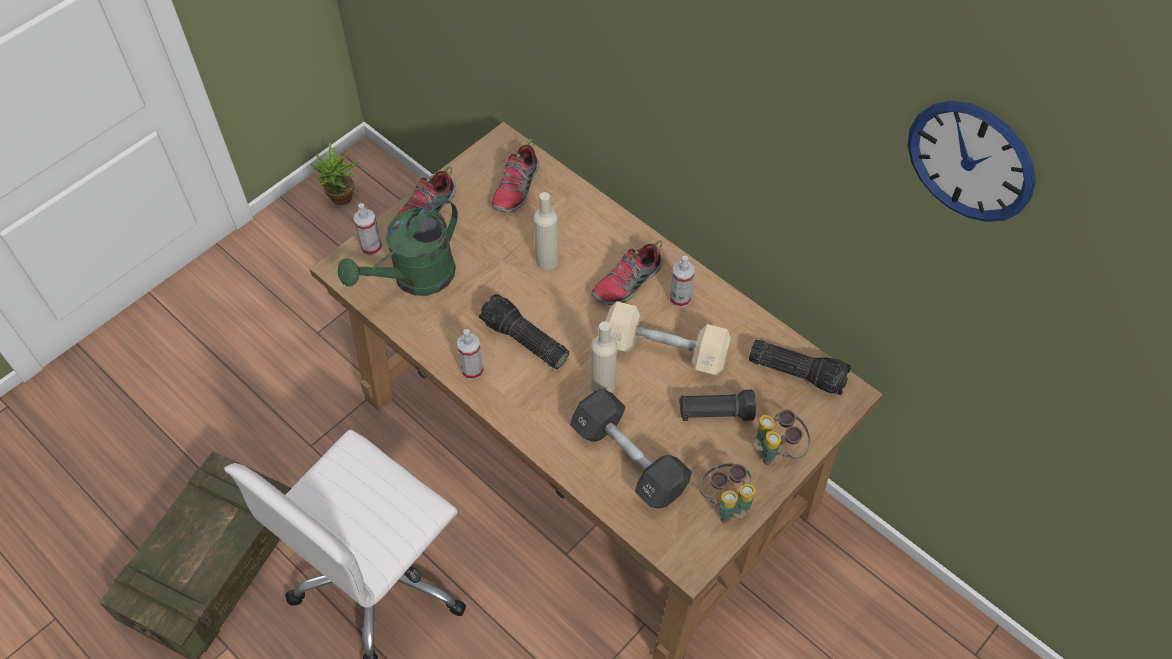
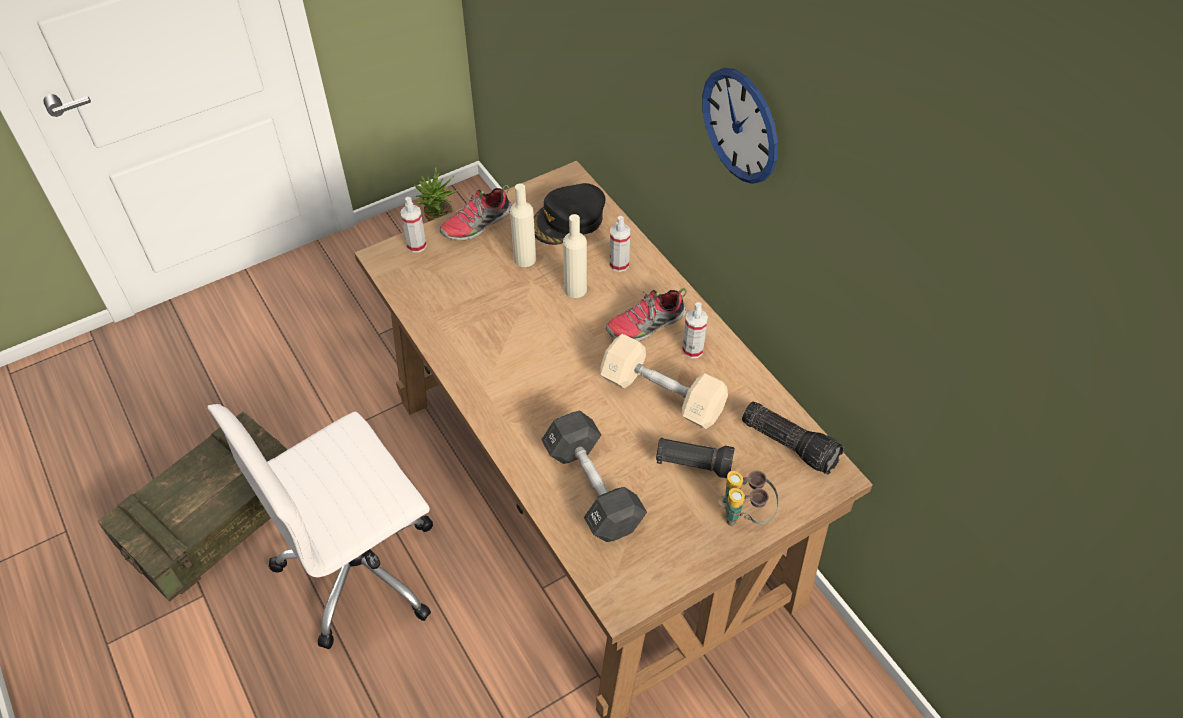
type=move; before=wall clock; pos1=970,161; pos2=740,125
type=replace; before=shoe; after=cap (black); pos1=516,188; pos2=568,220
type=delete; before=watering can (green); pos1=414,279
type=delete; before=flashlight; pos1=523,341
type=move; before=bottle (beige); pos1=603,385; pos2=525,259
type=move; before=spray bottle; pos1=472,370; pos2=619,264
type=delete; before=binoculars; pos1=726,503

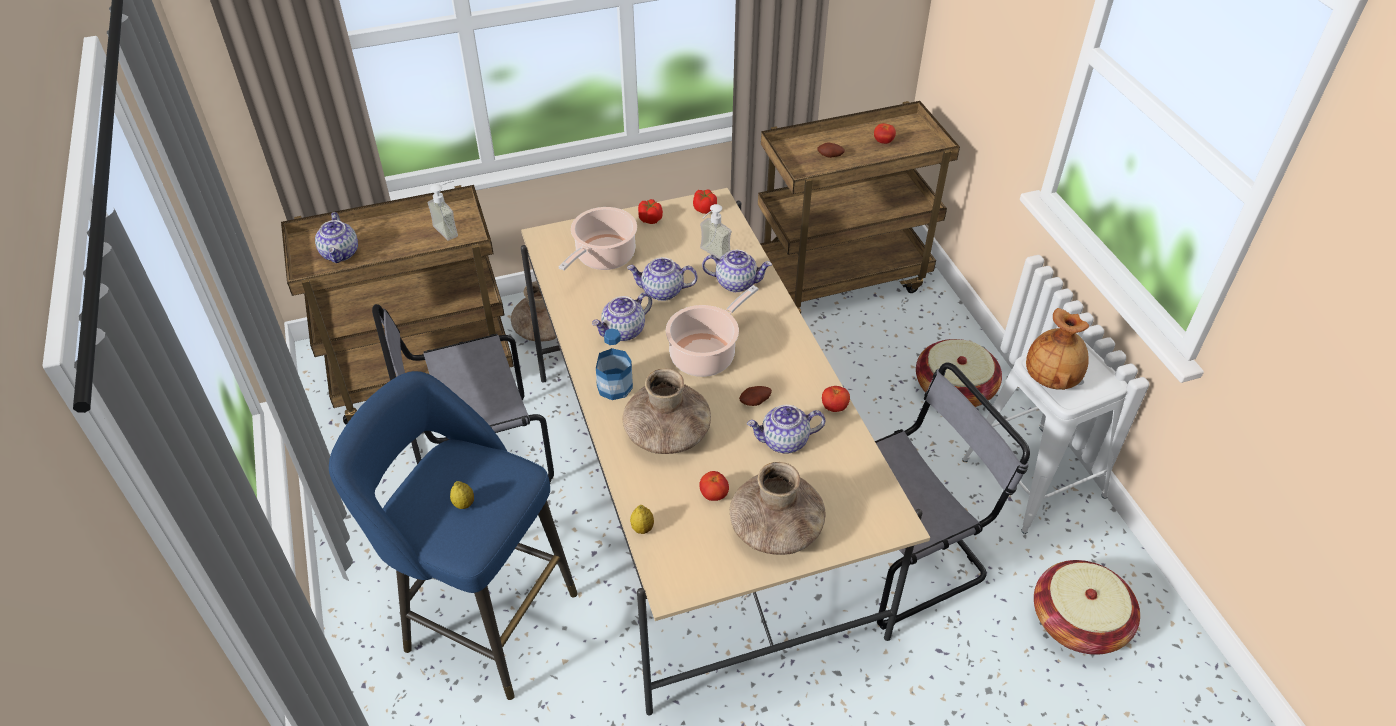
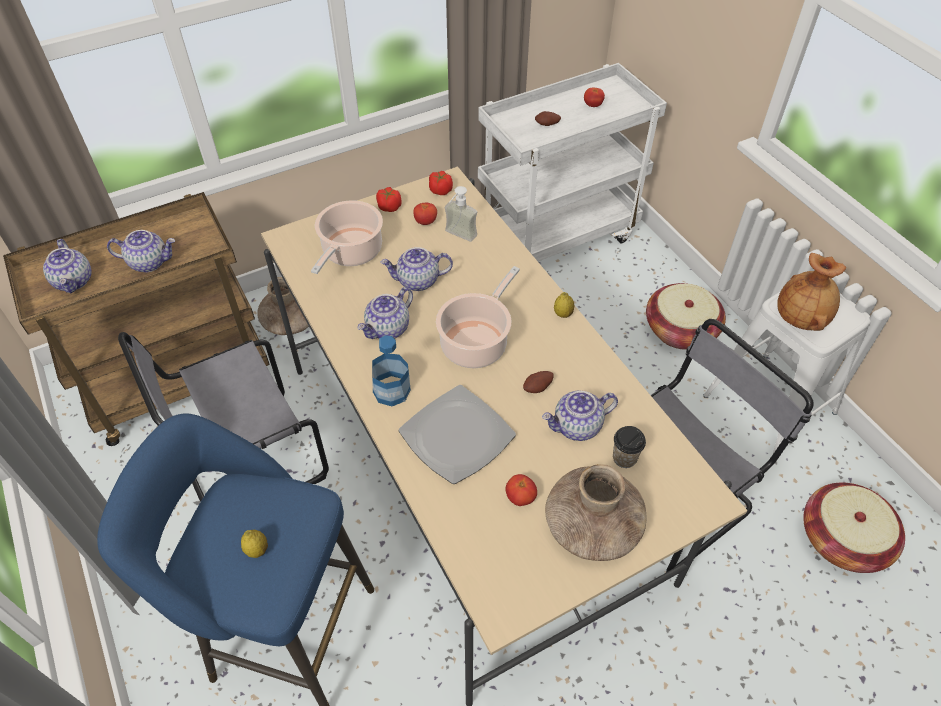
type=recolor; before=cart (brown); after=cart (white); pos1=841,279; pos2=557,237
type=delete; before=soap dispenser; pos1=451,228
type=move; before=teapot; pos1=736,282; pos2=149,262
type=replace; before=vase (brown); after=plate; pos1=667,433; pos2=457,435
type=move; before=tomato; pos1=834,407; pos2=425,222
type=move; before=lemon; pos1=642,528; pos2=563,314
type=insert; after=cup; pos2=624,458

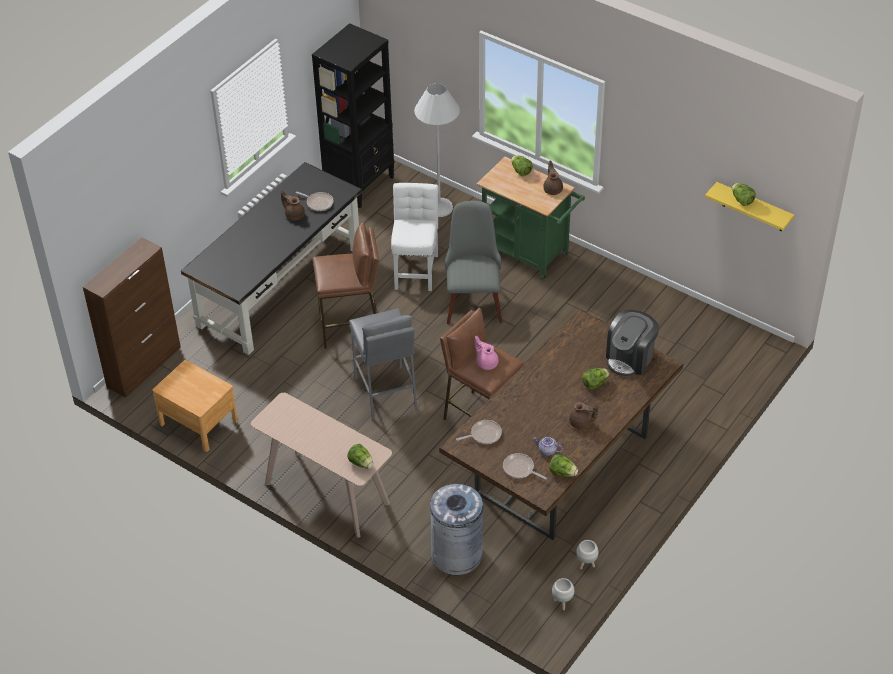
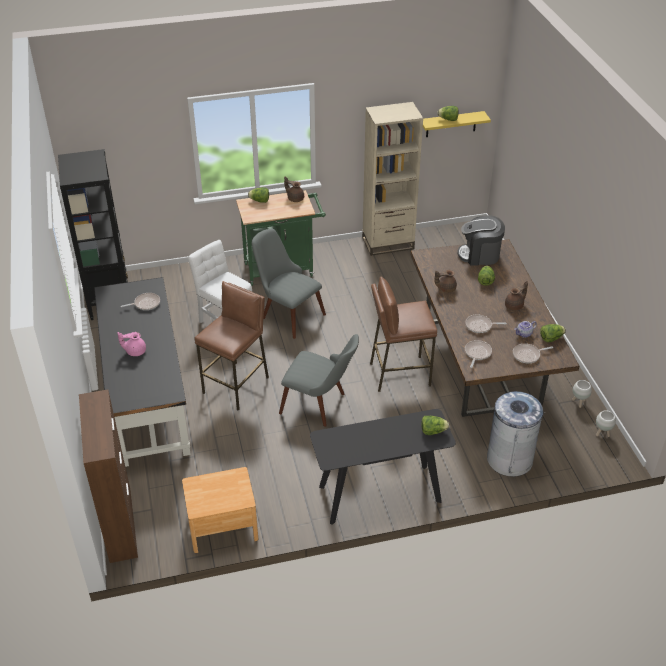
type=delete; before=floor lamp (white); pos1=439,207
type=move; before=teapot (brown); pos1=294,215; pos2=445,288
type=replace; before=stool (grey); after=chair (grey); pos1=386,393; pos2=320,405
type=rotate; before=coffee machine; pos1=630,358; pos2=479,255; turn=105
type=move; before=teapot (pink); pos1=486,362; pos2=135,351
type=recolor; before=console table (beige); after=console table (black); pos1=326,493; pos2=379,494
type=insert; after=bookcase (beige); pos2=388,243
type=insert; after=frying pan; pos2=480,326

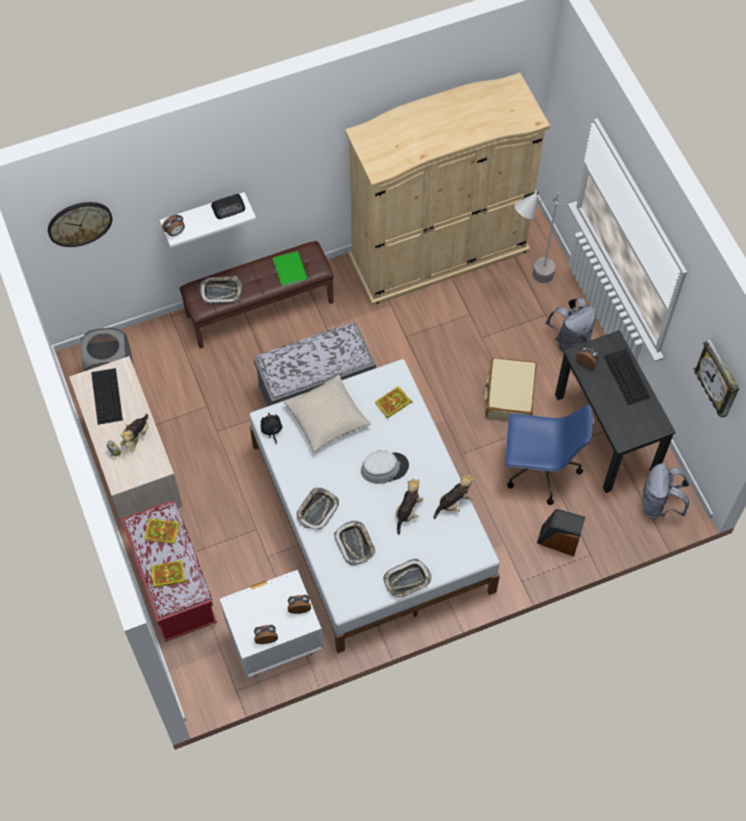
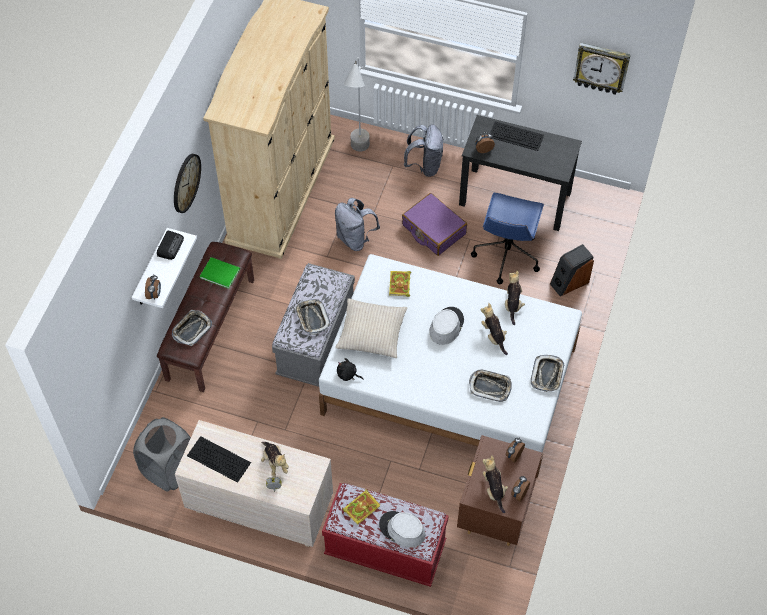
type=move; before=wall clock; pos1=79,223; pos2=186,183
type=recolor; before=suitcase (beige); after=suitcase (purple); pos1=509,394; pos2=433,230
type=rotate; before=office chair (blue); pos1=539,469; pos2=506,254; turn=150
type=move; before=backpack (grey); pos1=659,504; pos2=355,239
type=move; before=tray; pos1=317,510; pos2=312,318
type=replace; before=book; after=hat (grey); pos1=167,575; pos2=402,529
type=recolor; before=nightstand (white); after=nightstand (brown); pos1=275,644; pos2=495,513
type=insert; after=plush toy; pos2=494,489

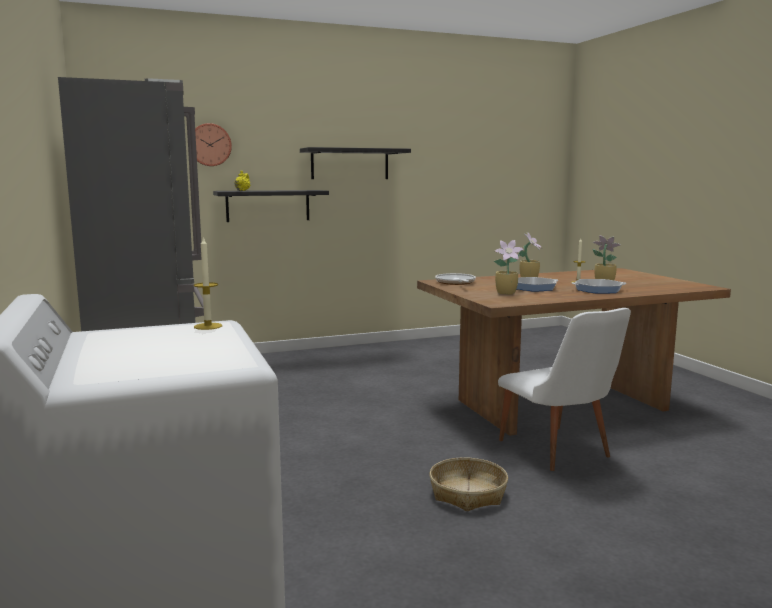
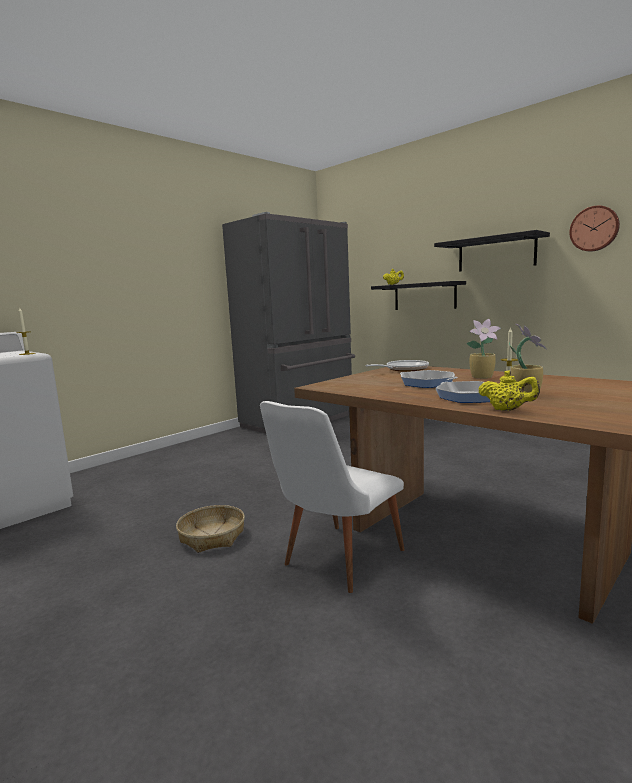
type=move; before=wall clock; pos1=209,145; pos2=594,229
type=delete; before=potted plant; pos1=507,293
type=insert; after=teapot (yellow); pos2=507,410

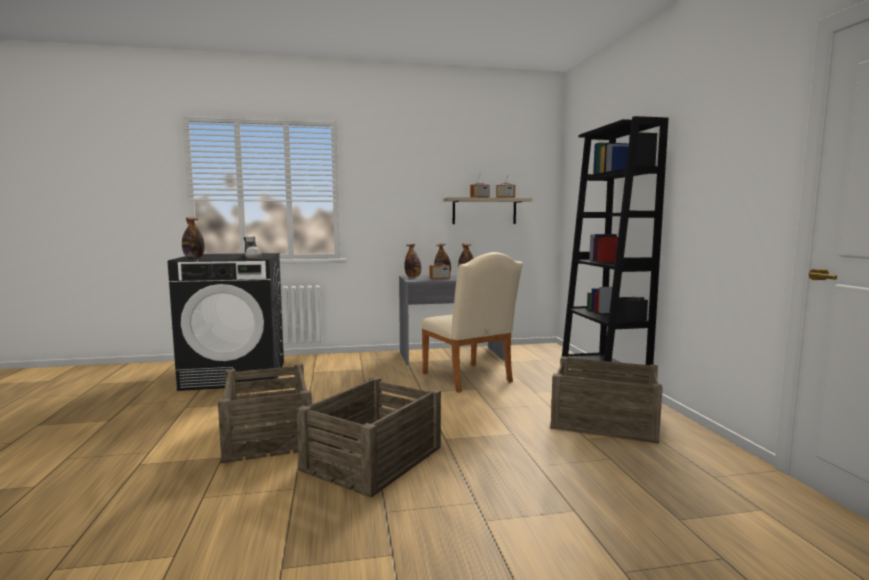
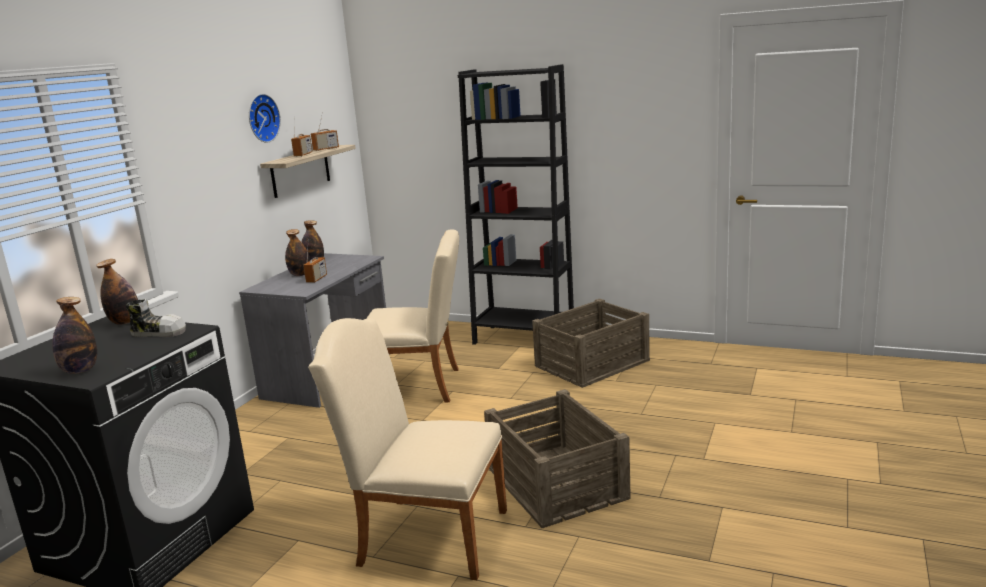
type=move; before=bottle; pos1=413,277; pos2=125,322
type=replace; before=crate; after=chair (beige); pos1=268,433; pos2=424,535
type=insert; after=wall clock; pos2=261,118

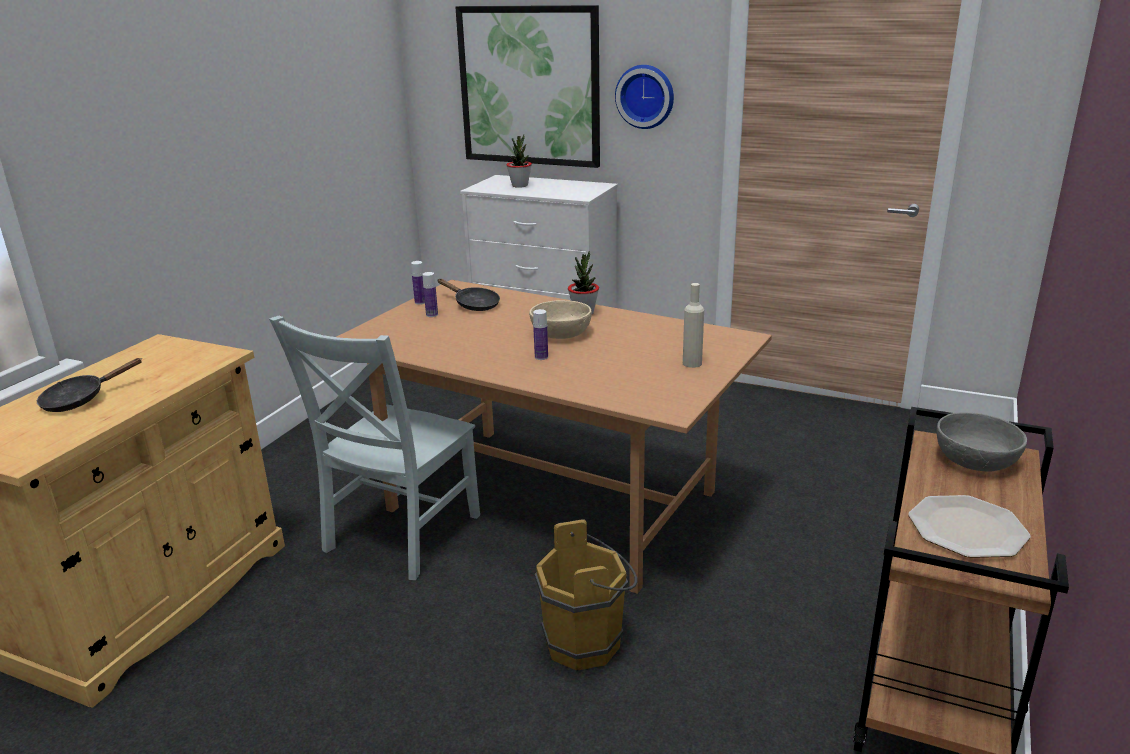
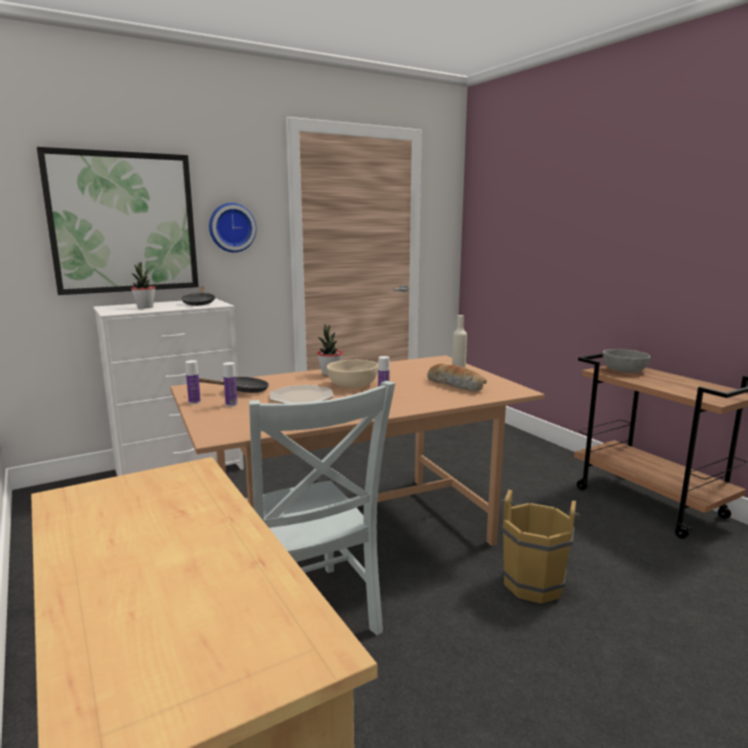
type=move; before=frying pan (black); pos1=80,399; pos2=199,303
type=move; before=plate; pos1=967,529; pos2=302,397
type=insert; after=bread; pos2=456,385

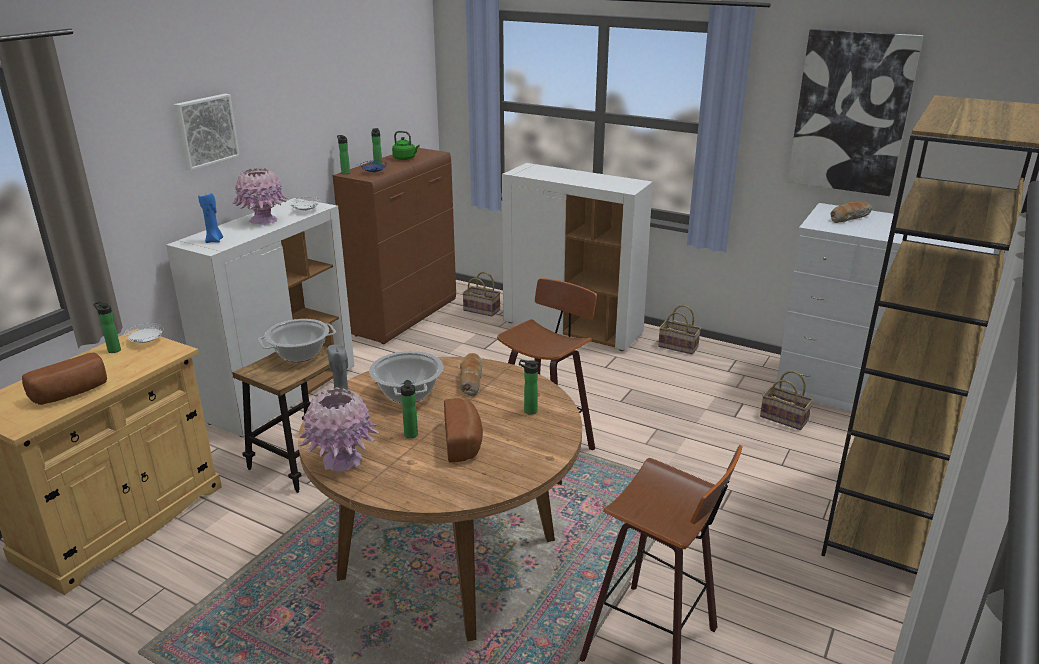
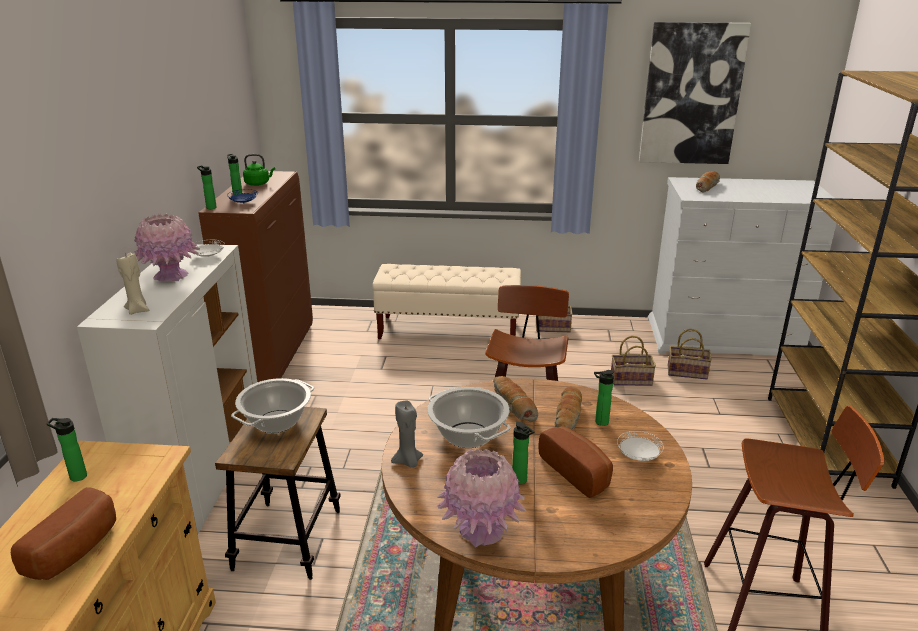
type=delete; before=picture; pos1=205,131
type=replace; before=cabinet (white); after=bench (beige); pos1=573,328; pos2=448,330
type=recolor; before=candle (blue); after=candle (beige); pos1=214,241; pos2=138,310
type=move; before=basket; pos1=482,310; pos2=632,379
type=move; before=plate (white); pos1=146,342; pos2=638,456
type=insert; after=bread; pos2=568,417

